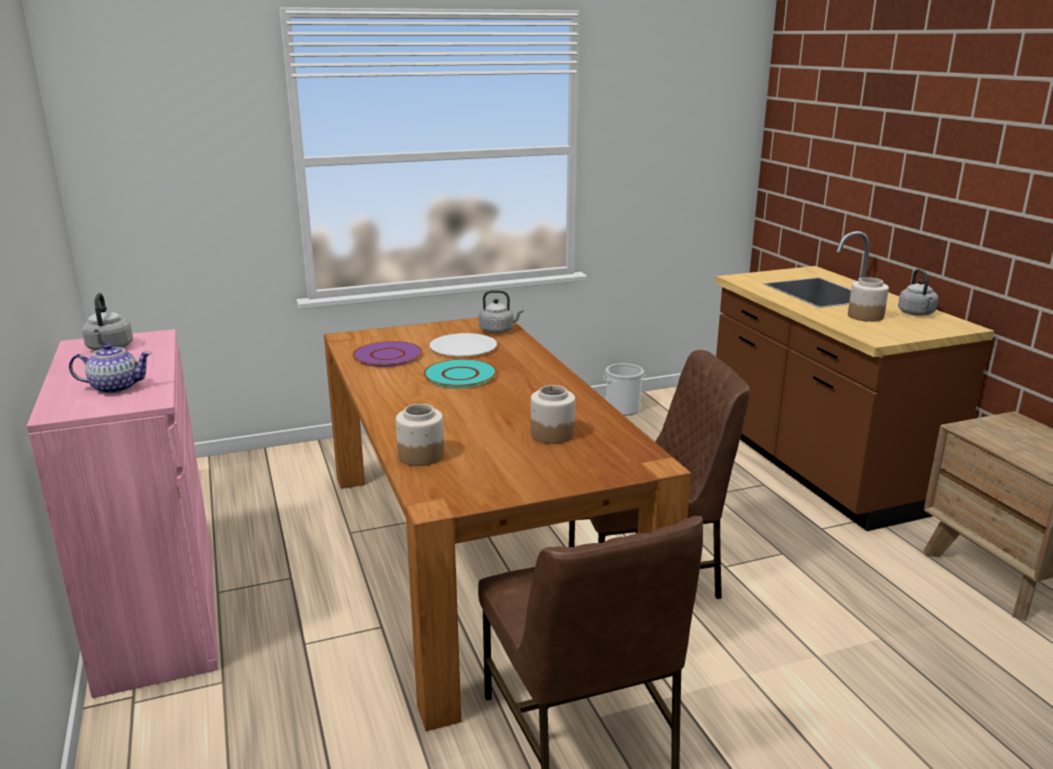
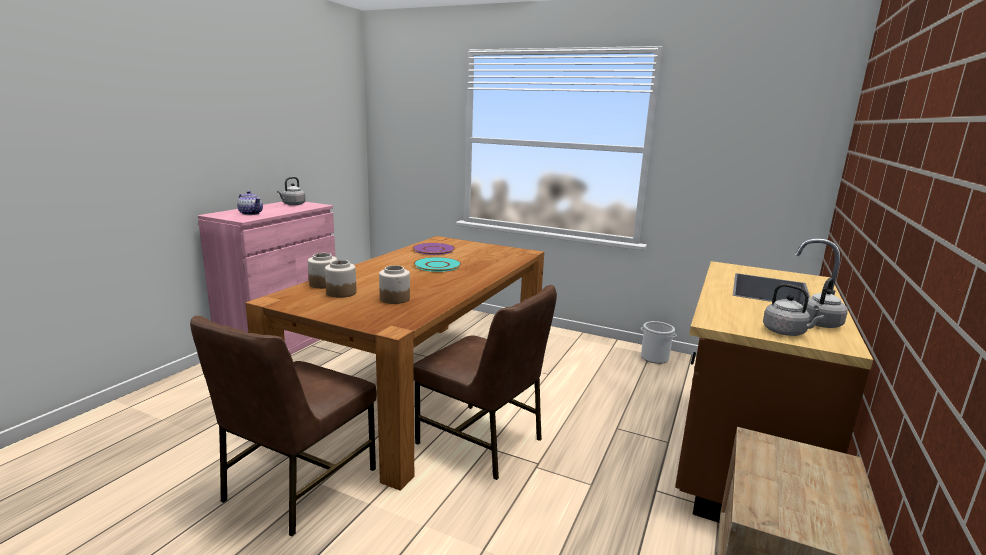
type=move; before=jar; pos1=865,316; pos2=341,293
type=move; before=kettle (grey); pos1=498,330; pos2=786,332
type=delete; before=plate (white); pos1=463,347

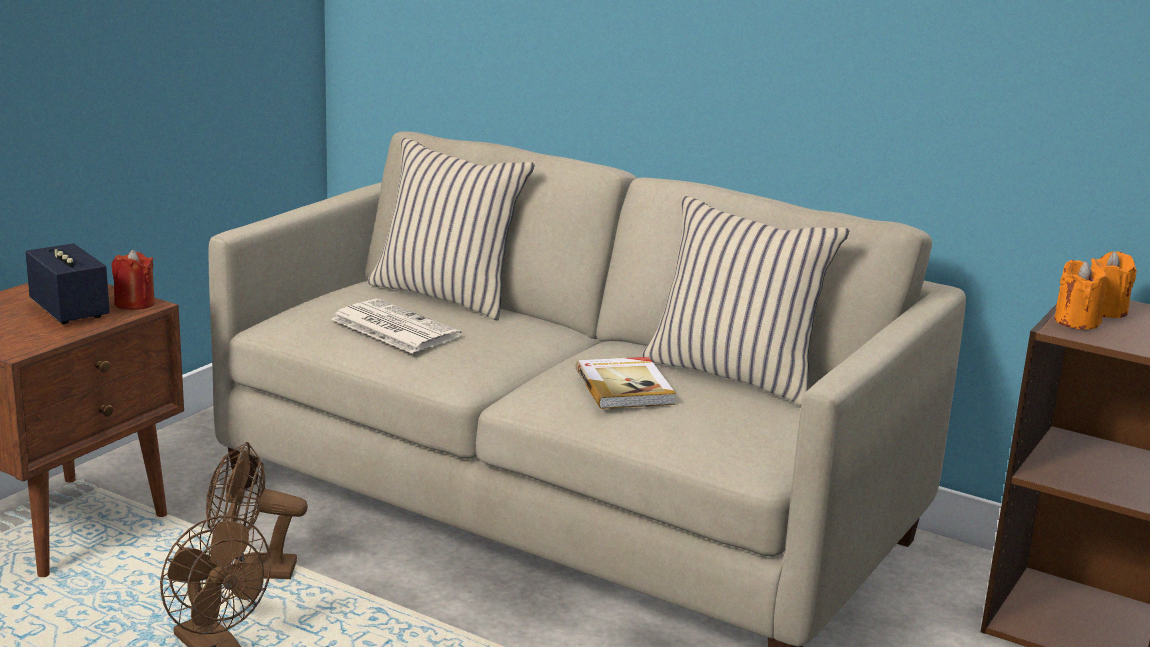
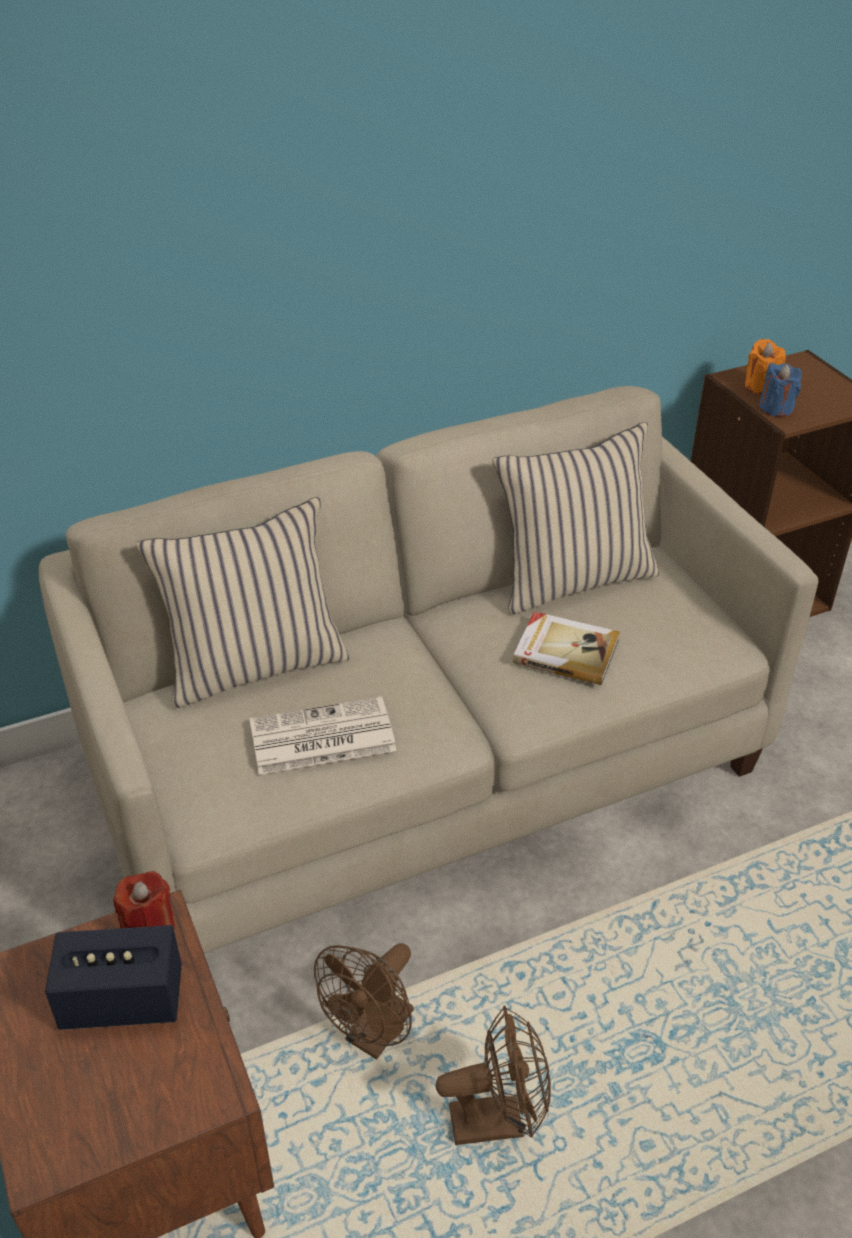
type=recolor; before=candle (orange); after=candle (blue); pos1=1076,322; pos2=776,408

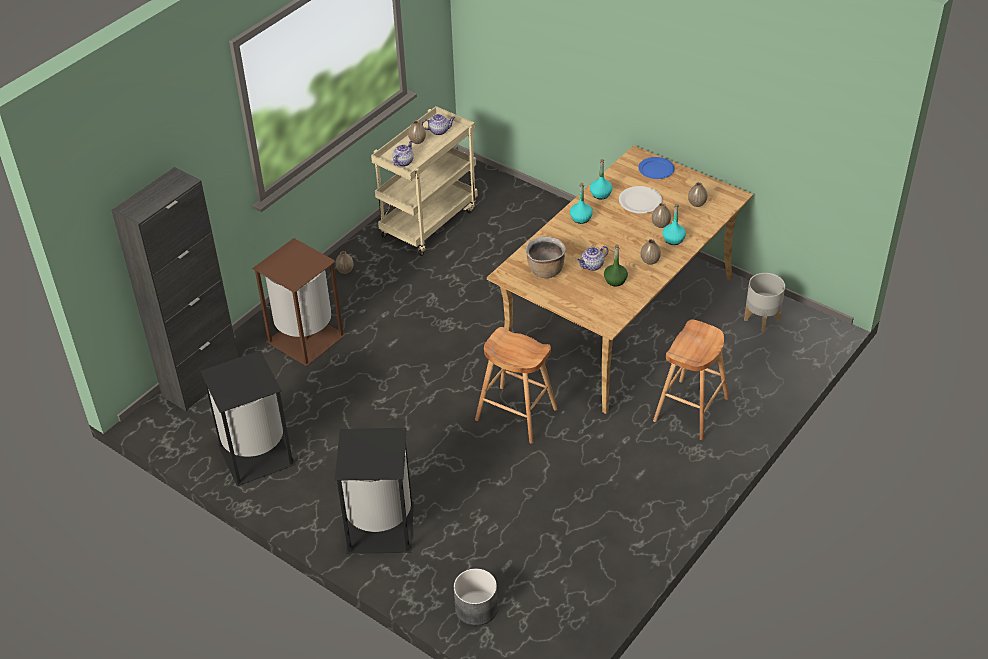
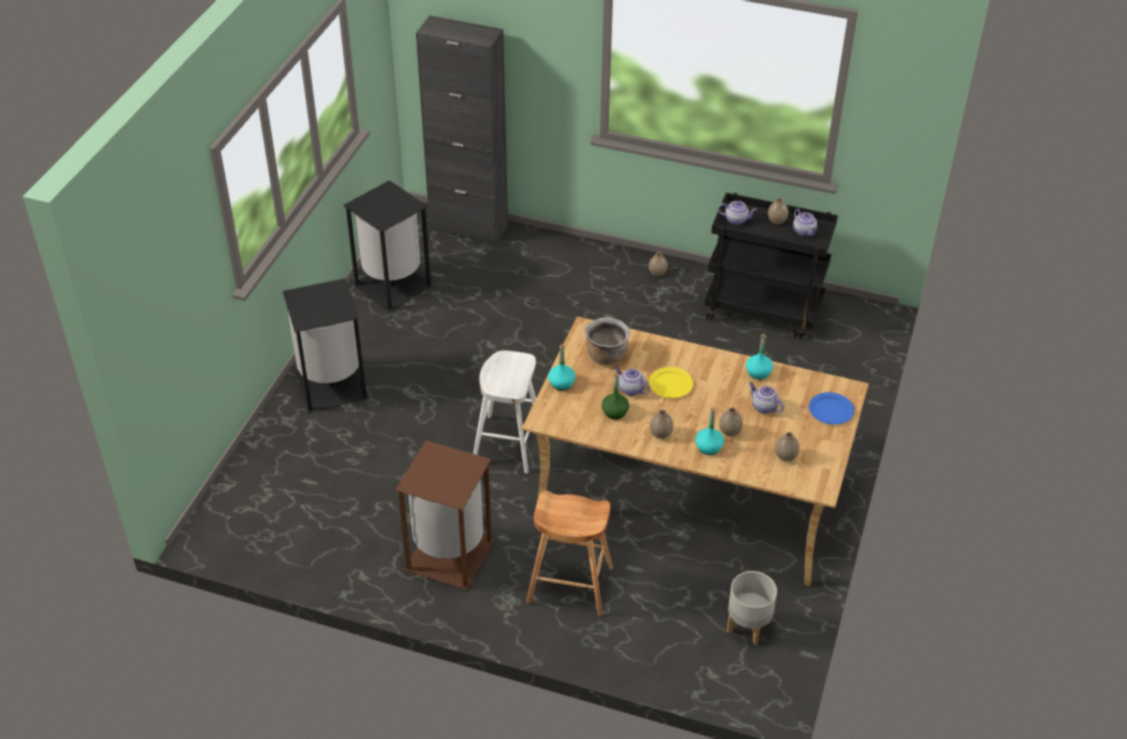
type=recolor; before=cart (beige); after=cart (black); pos1=429,222; pos2=764,311
type=move; before=bottle (turquoise); pos1=581,218; pos2=561,383
type=replace; before=plate (white); after=teapot; pos1=640,201; pos2=763,407
type=move; before=trash can (brown); pos1=306,340; pos2=447,555
type=recolor; before=stool (brown); after=stool (white); pos1=516,414; pos2=507,444
type=delete; before=planter (grey); pos1=476,608
type=insert; after=plate (yellow); pos2=670,384

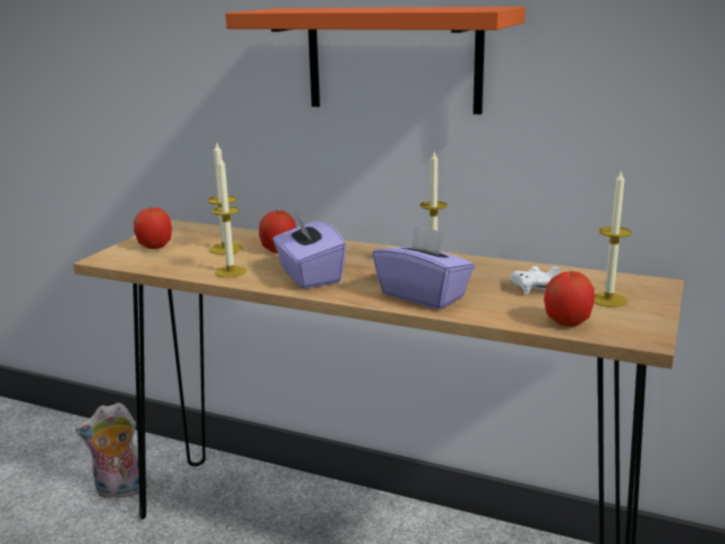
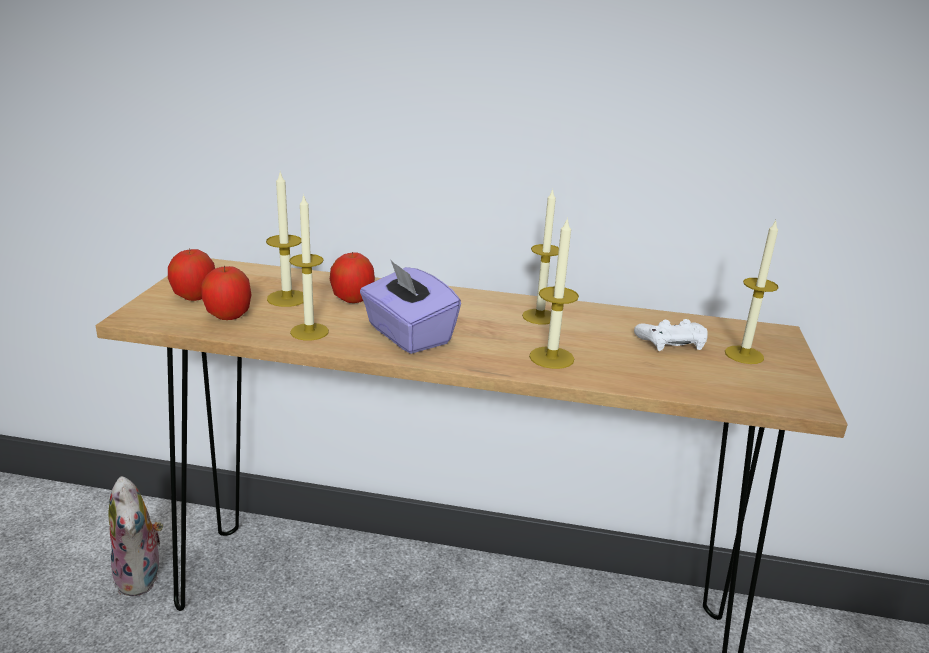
type=delete; before=shelf (orange); pos1=393,59
type=replace; before=tissue box (purple); after=candle; pos1=423,295; pos2=551,357
type=move; before=apple; pos1=567,322; pos2=229,315
type=rotate; before=plush toy; pos1=120,491; pos2=142,577; turn=-90

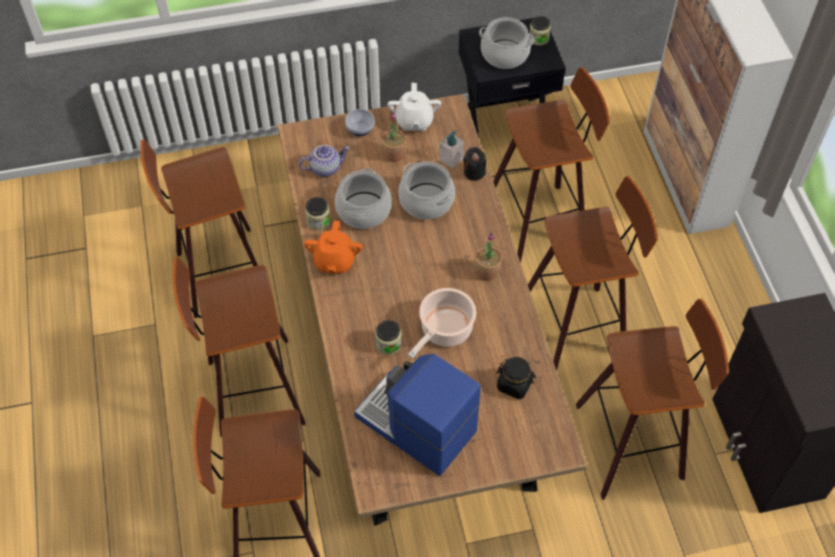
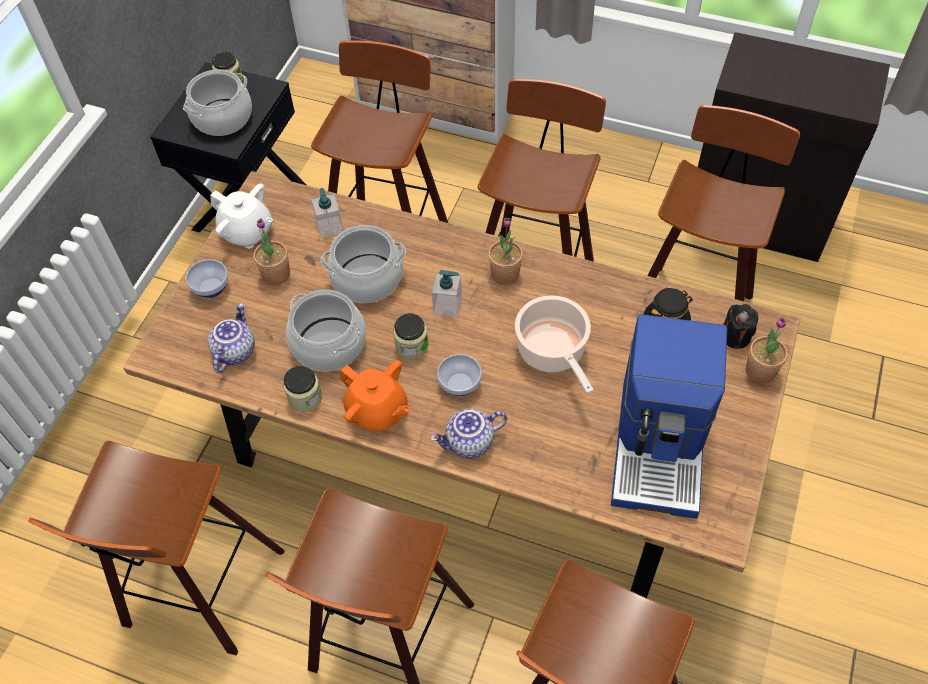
type=move; before=candle (black); pos1=474,172; pos2=735,336
type=move; before=jar; pos1=388,344; pos2=411,345
type=rotate; before=coffee machine; pos1=415,426; pos2=661,446; turn=-60
type=insert; after=soap dispenser; pos2=447,306
type=insert; after=potted plant; pos2=760,371
type=insert; after=bowl; pos2=460,383
type=insert; after=teapot; pos2=470,443

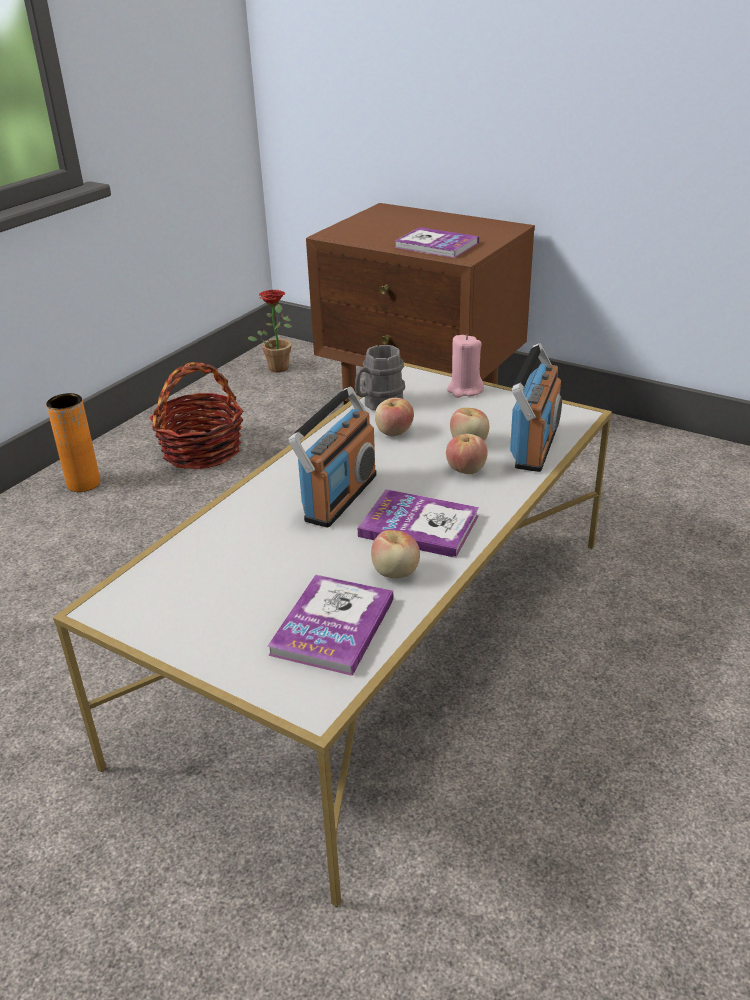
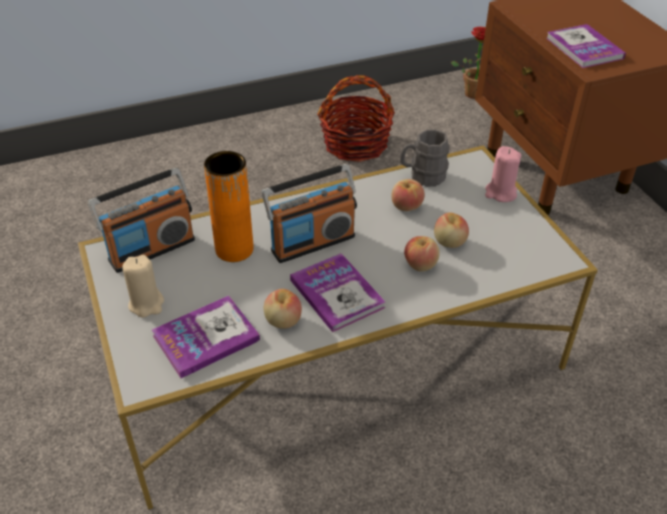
type=move; before=radio; pos1=535,446; pos2=151,249
type=move; before=vase (orange); pos1=84,483; pos2=234,249
type=insert; after=candle (beige); pos2=146,304

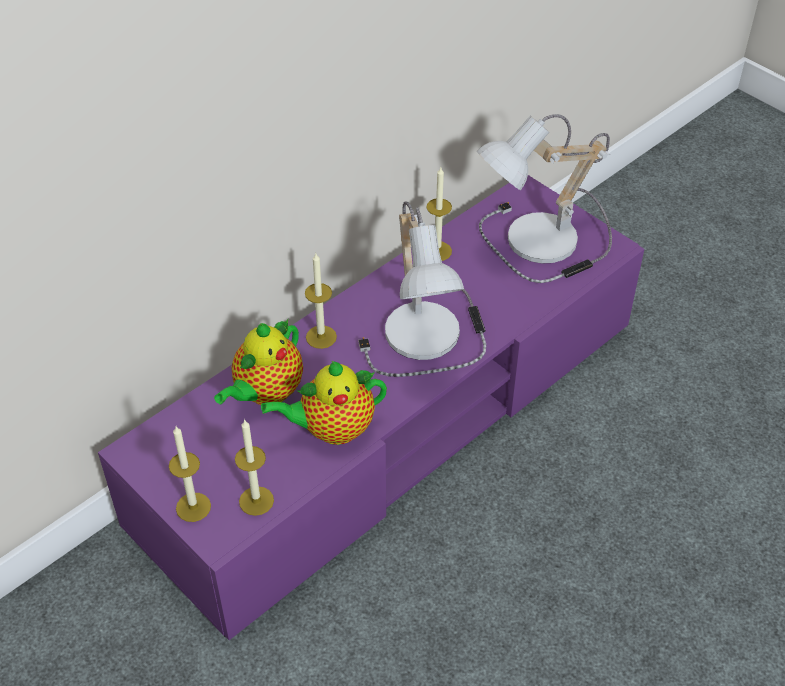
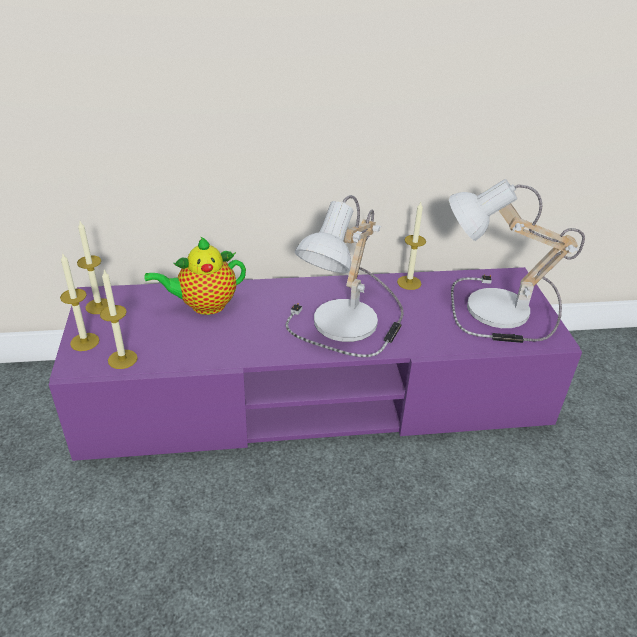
type=move; before=candle; pos1=321,337; pos2=99,306
type=delete; before=teapot; pos1=332,429

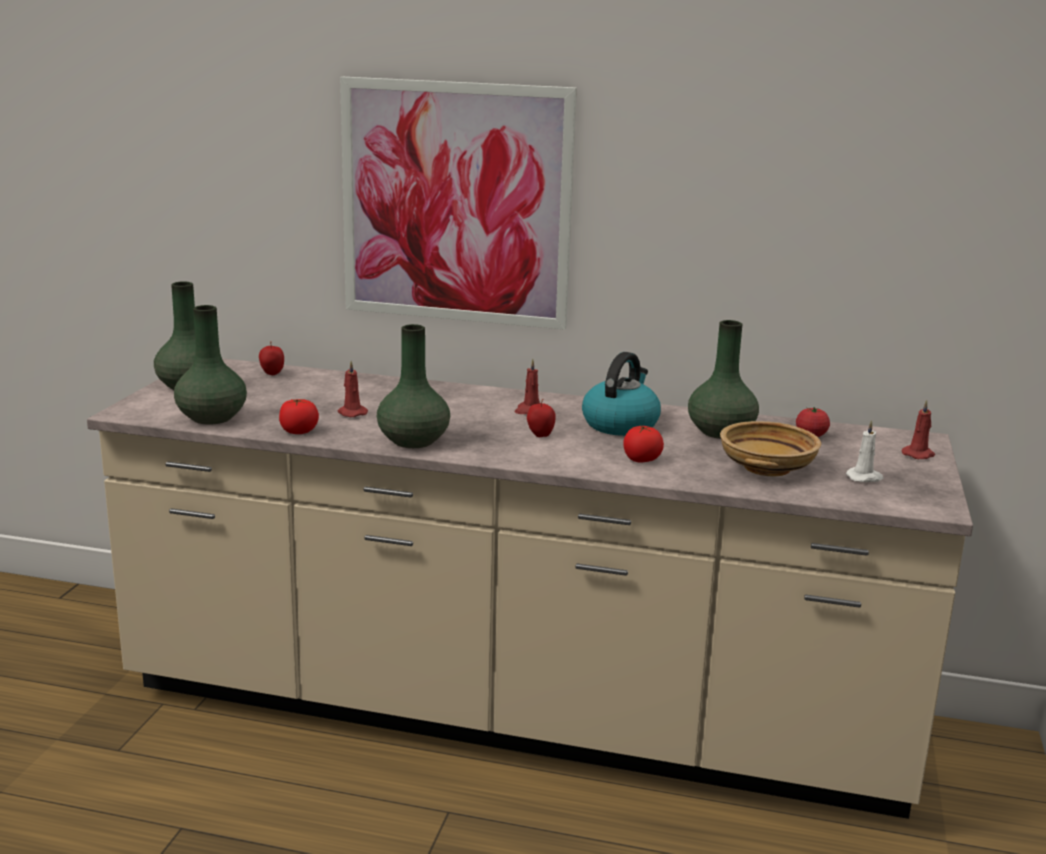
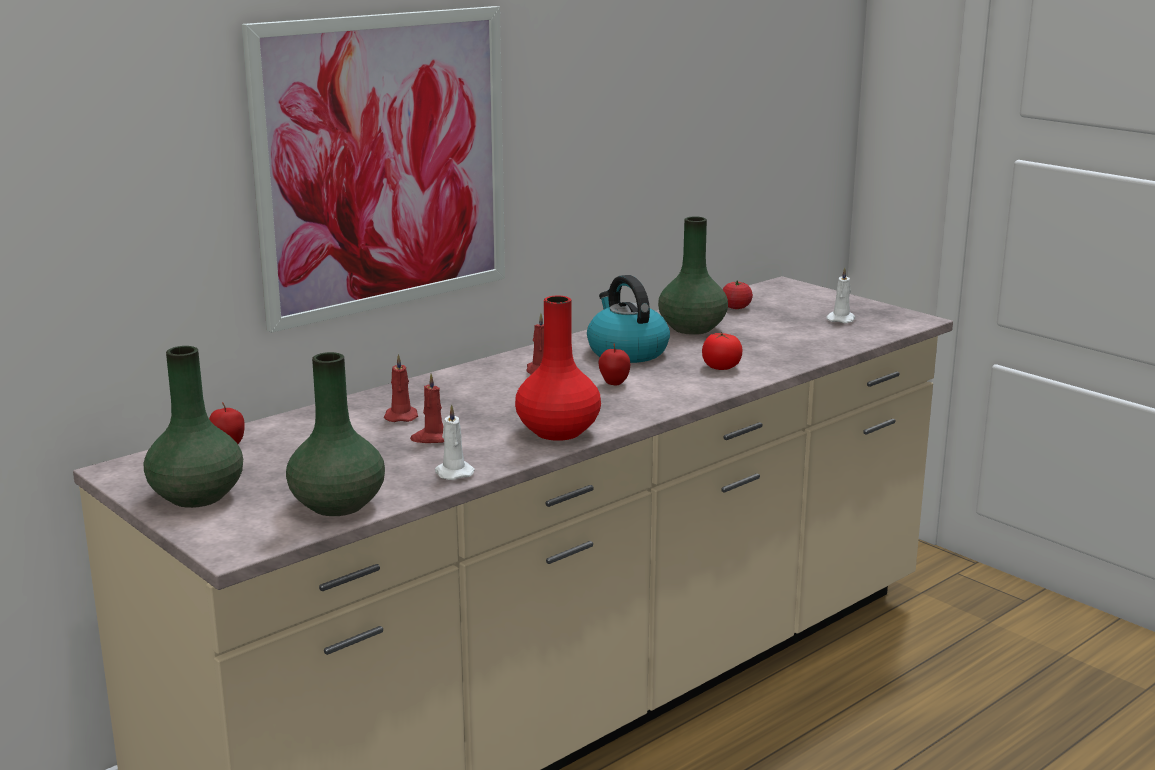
type=recolor; before=vase (green); after=vase (red); pos1=414,441; pos2=559,431
type=replace; before=tomato; after=candle (white); pos1=299,431; pos2=453,472
type=move; before=candle (red); pos1=919,454; pos2=401,416
type=delete; before=bowl (beige); pos1=767,468

